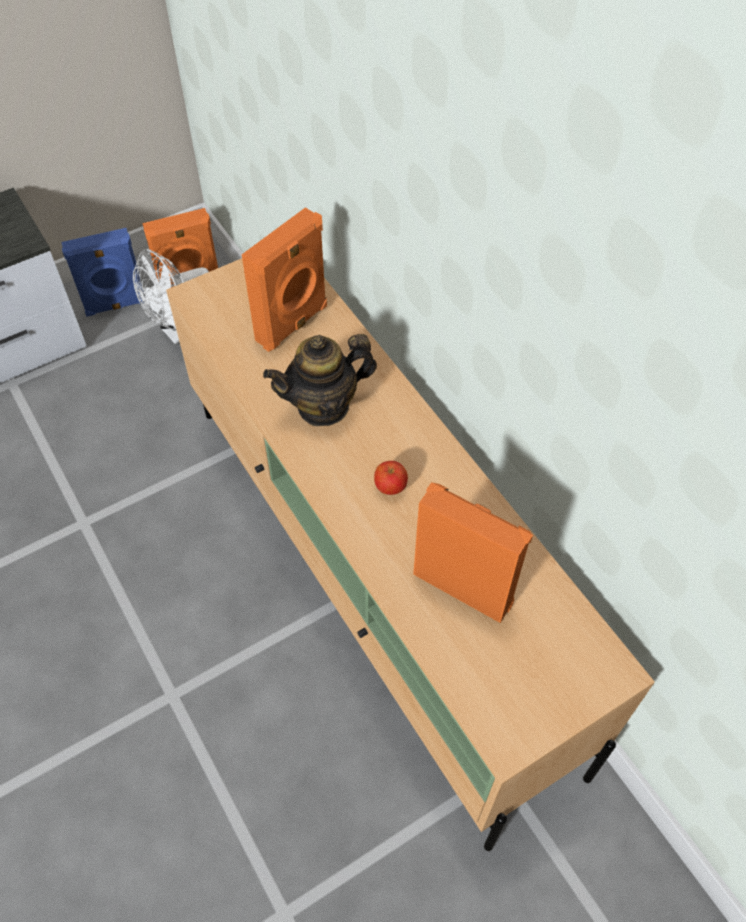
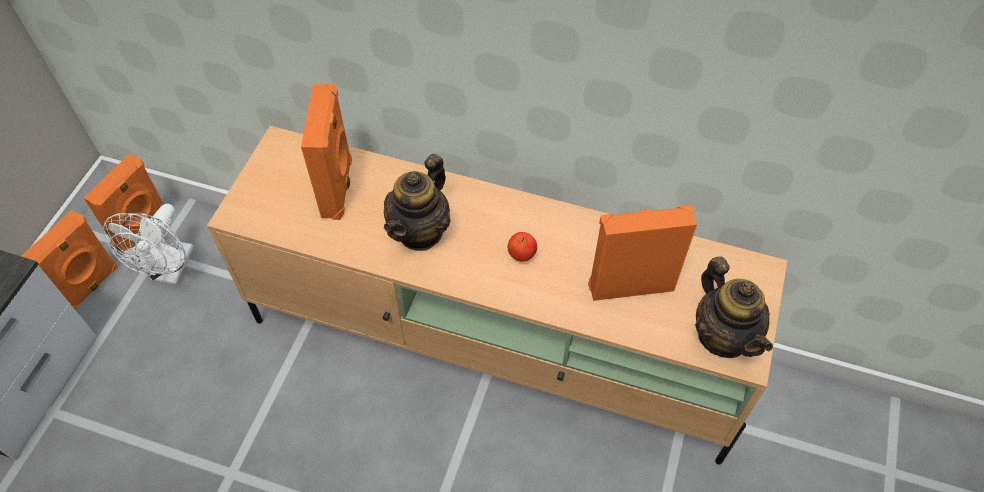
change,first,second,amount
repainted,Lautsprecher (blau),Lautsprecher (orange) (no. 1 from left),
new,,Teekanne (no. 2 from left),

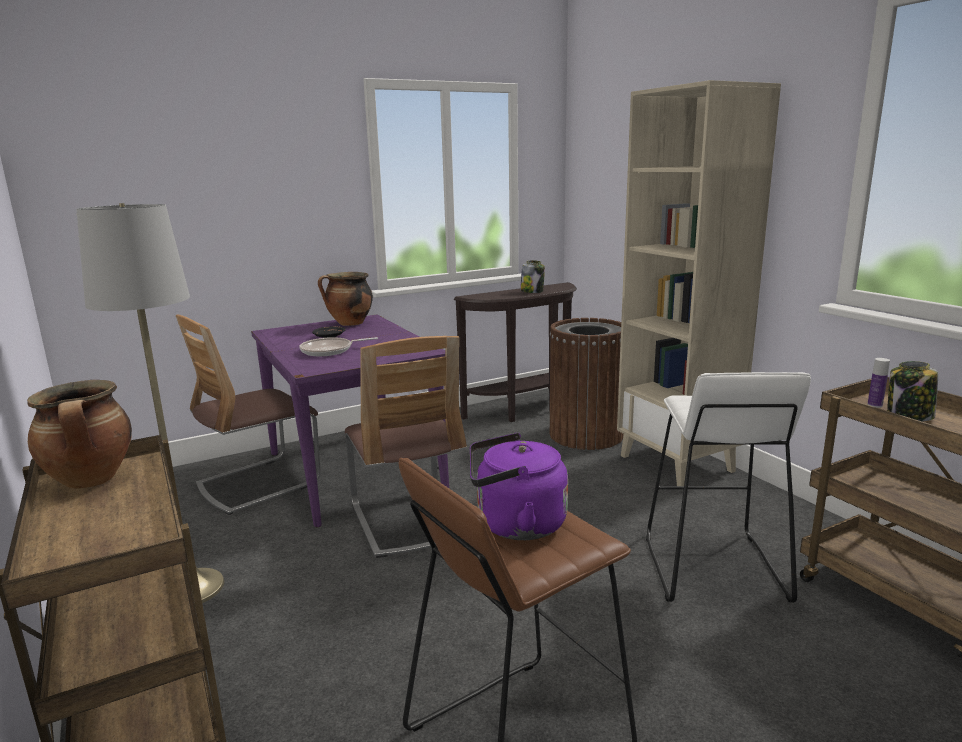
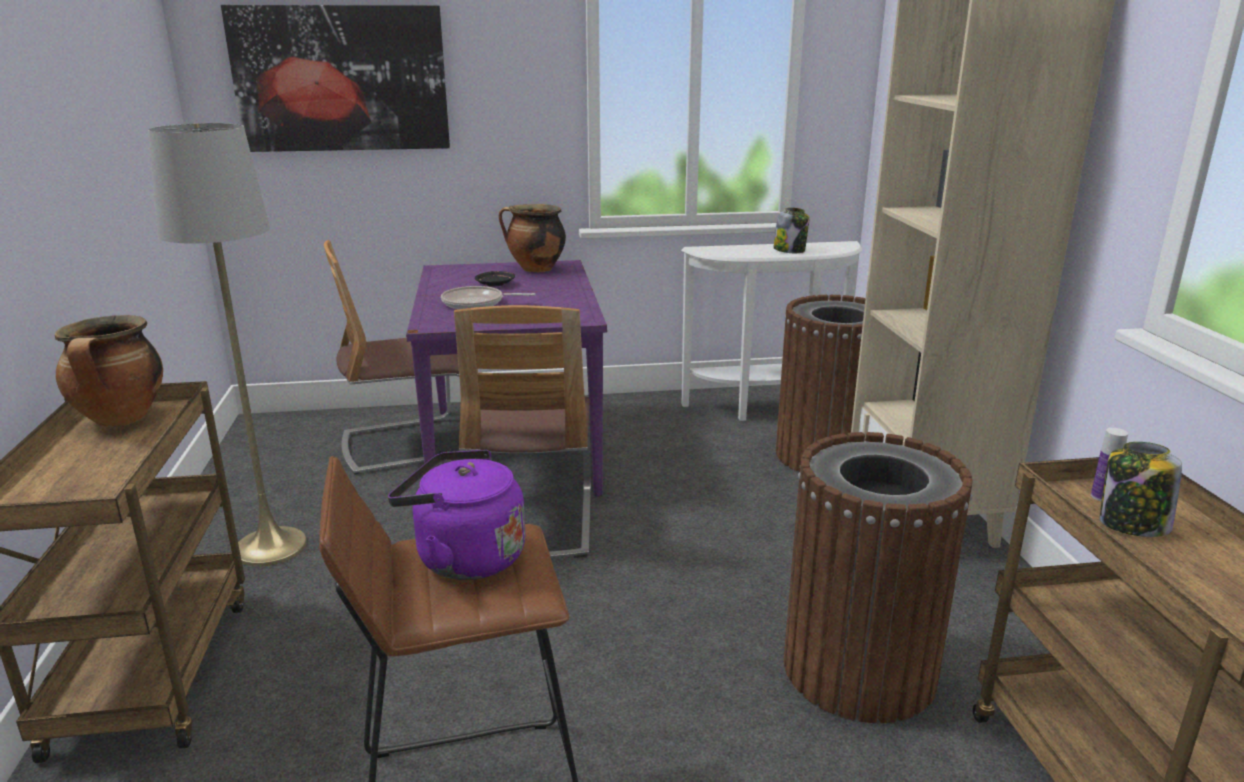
change,first,second,amount
repainted,Konsolentisch (braun),Konsolentisch (weiß),
swapped,Hocker (weiß),Mülleimer (braun) (no. 2 from left),
new,,Bild,

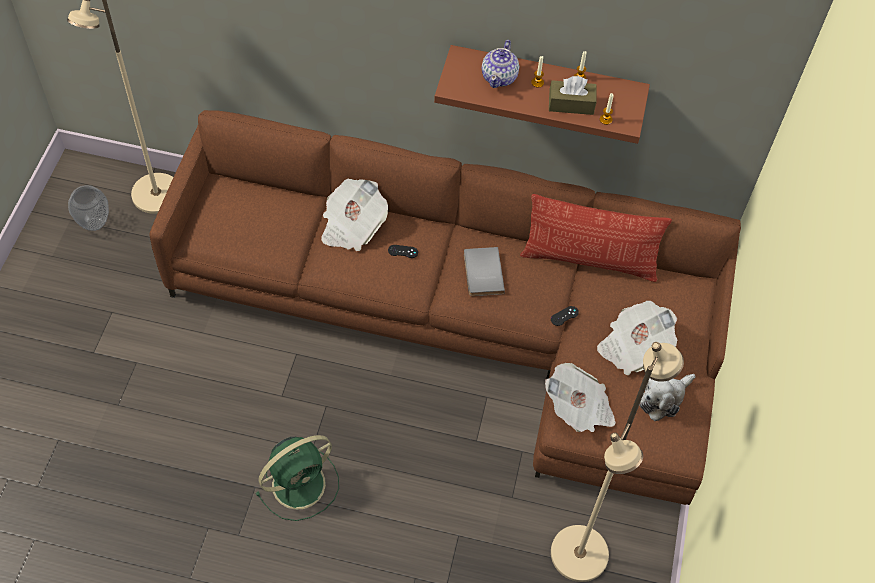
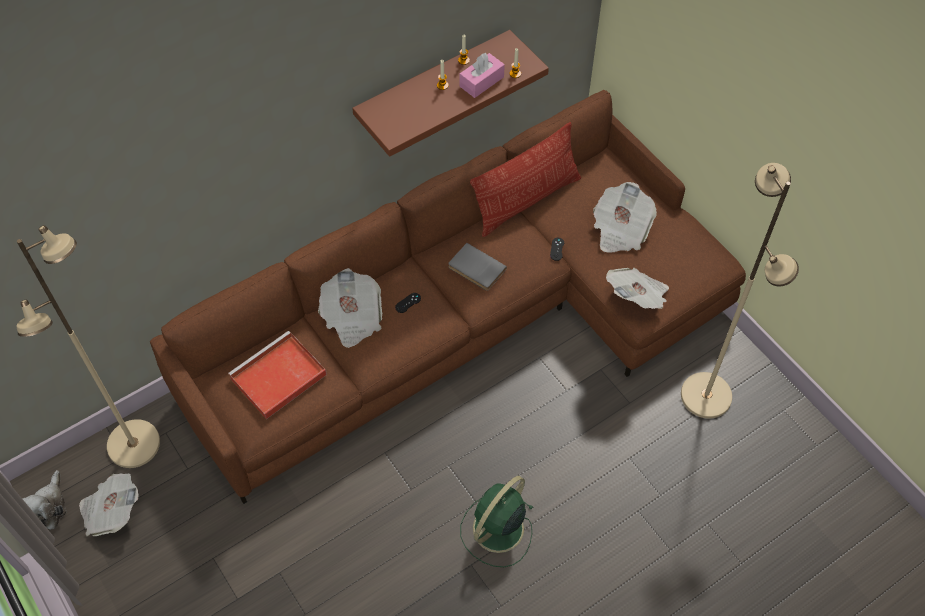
change,first,second,amount
swapped,Vase,Zeitung (no. 1 from left),
rotated,Ventilator (grün),,150 degrees counterclockwise
gone,Teekanne,,
repainted,Taschentuchbox (braun),Taschentuchbox (rosa),
shifted,Plüschtier,,
new,,Tablett (rot),

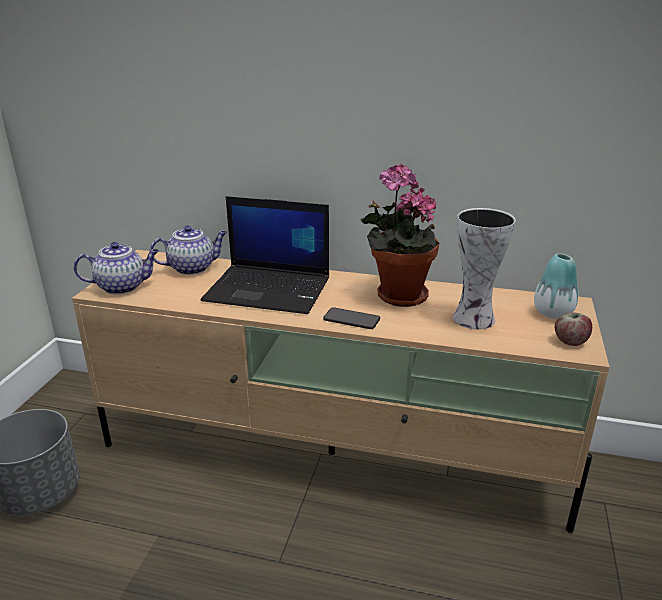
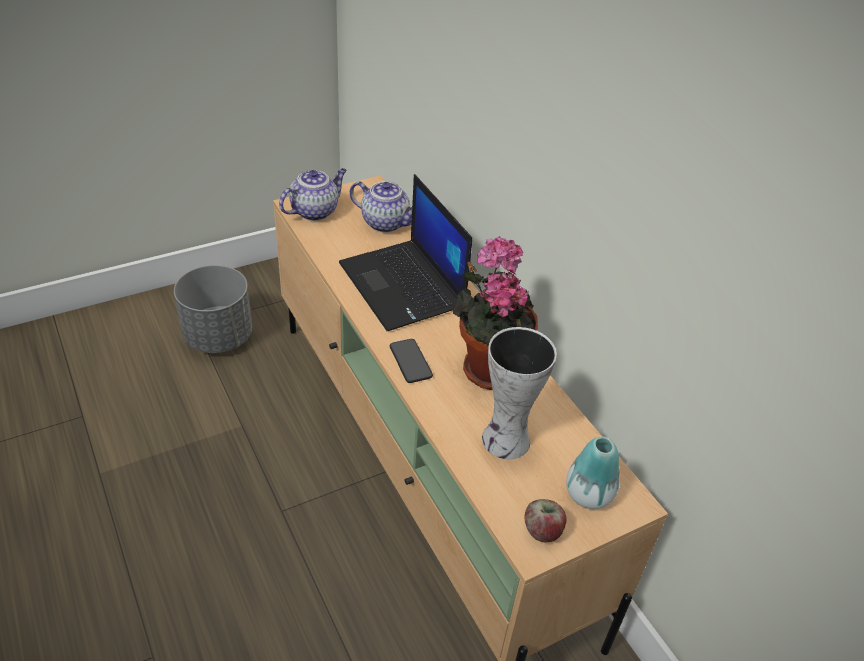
change,first,second,amount
rotated,Teekanne (no. 1 from left),,75 degrees counterclockwise

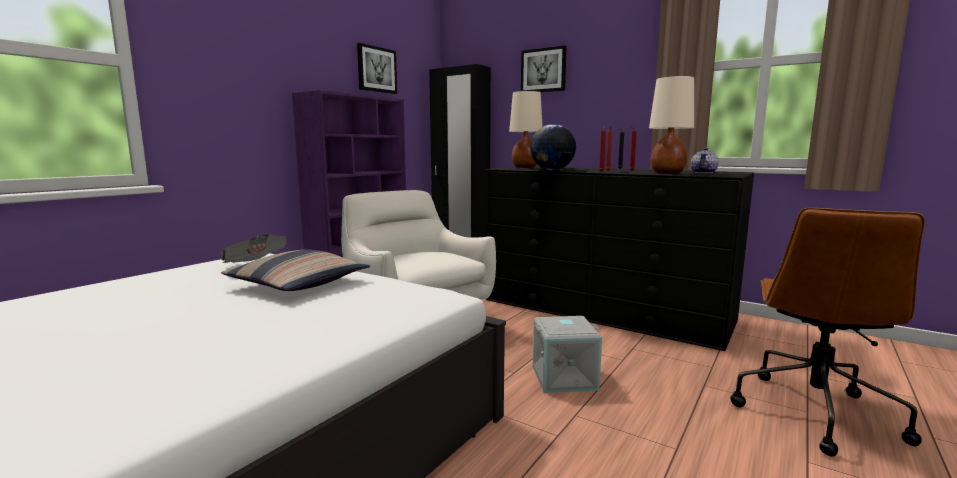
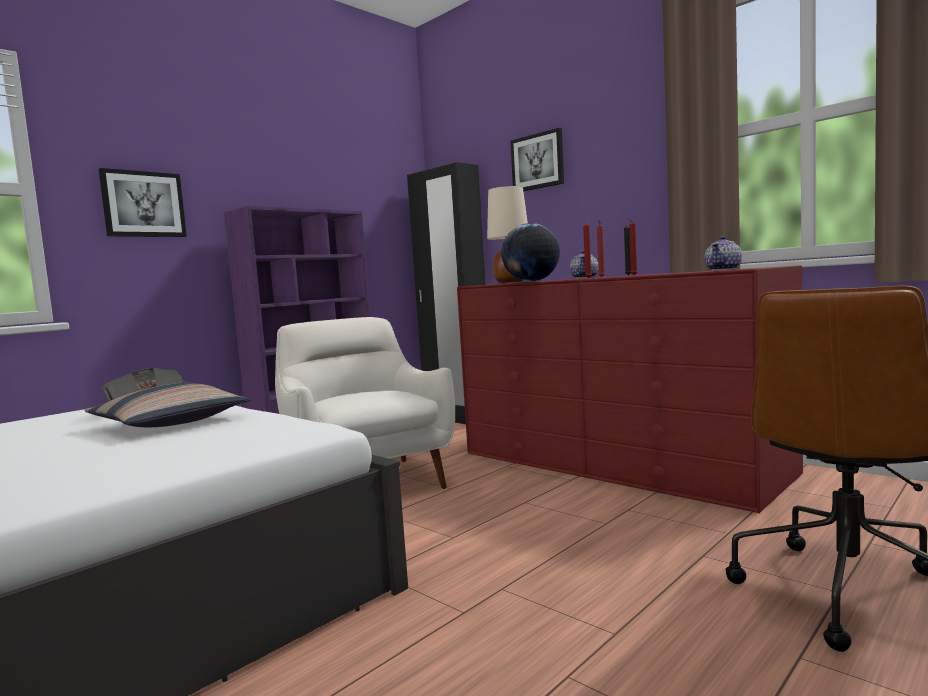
change,first,second,amount
shifted,Bild (no. 1 from left),,
repainted,Kommode (schwarz),Kommode (rot),
gone,Aufbewahrungsbox (grau),,
gone,Tischlampe (beige) (no. 2 from left),,
new,,Teekanne (no. 1 from left),

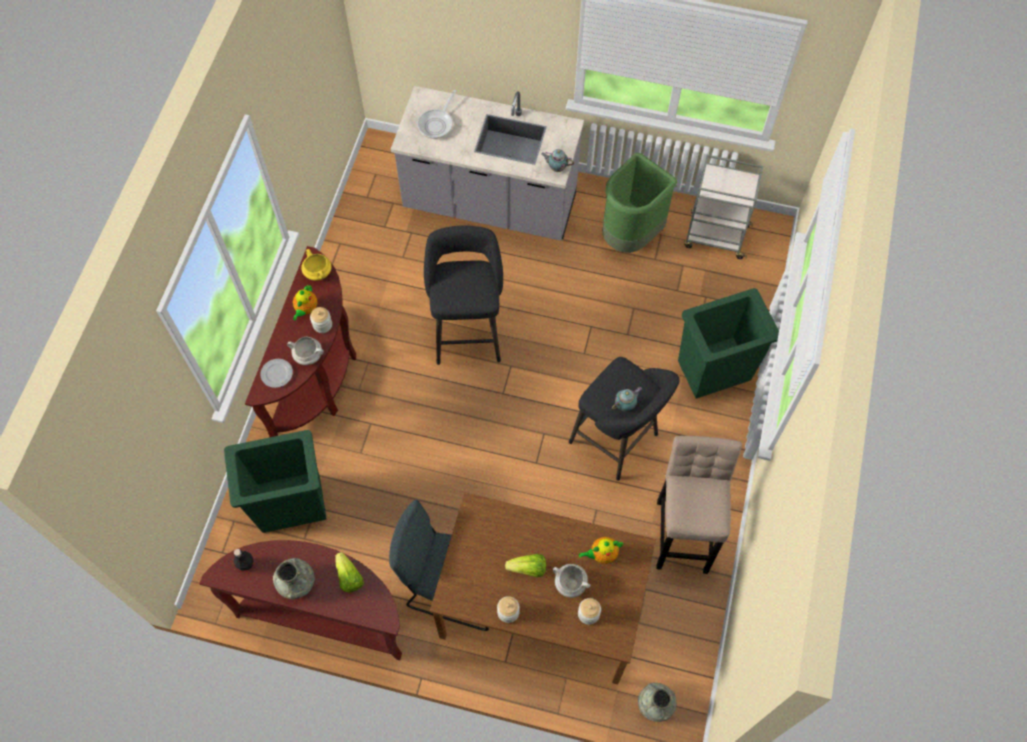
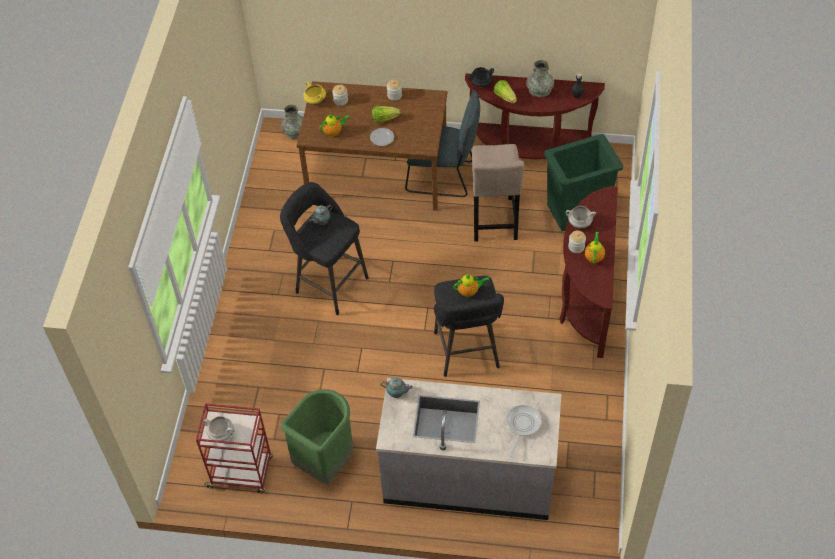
change,first,second,amount
shifted,Teller,,
shifted,Kochtopf (gelb),,
shifted,Kochtopf (weiß) (no. 2 from left in the first image),Kochtopf (weiß) (no. 1 from left),
shifted,Hocker (beige),,
gone,Mülleimer (grün) (no. 3 from left),,
repainted,Rollwagen (grau),Rollwagen (rot),
new,,Teekanne (no. 4 from left),
new,,Kochtopf (schwarz),

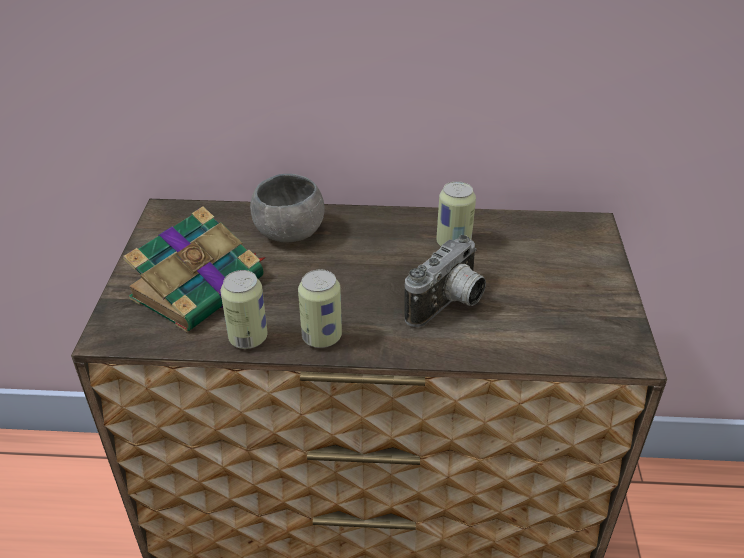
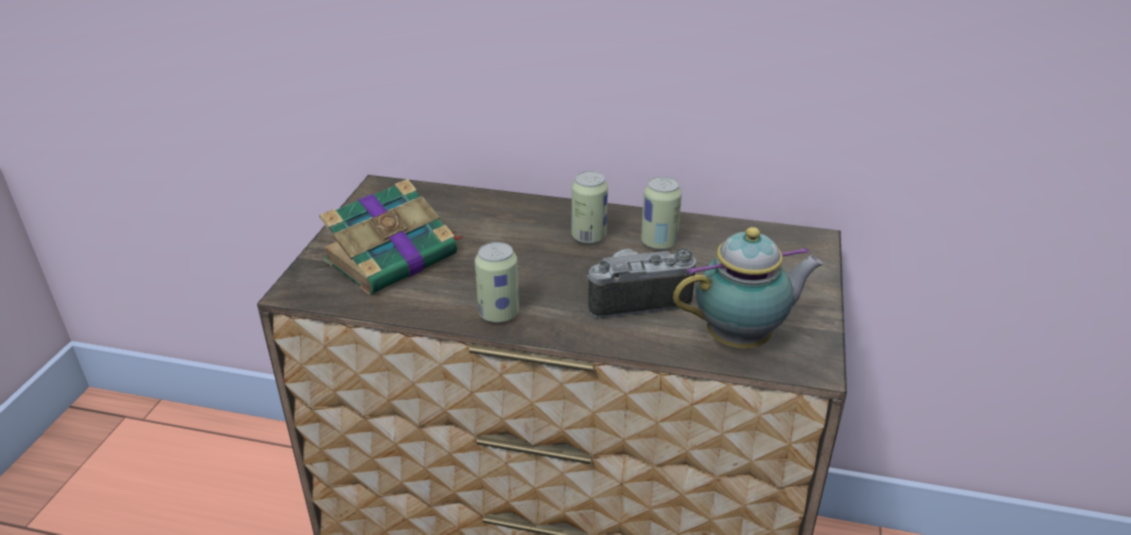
change,first,second,amount
shifted,Dose (no. 1 from left in the first image),Dose (no. 2 from left),
gone,Schüssel (grau),,
rotated,Kamera,,150 degrees counterclockwise
new,,Teekanne,

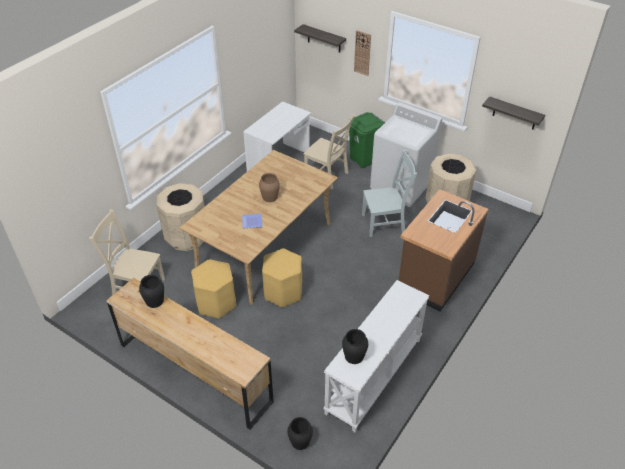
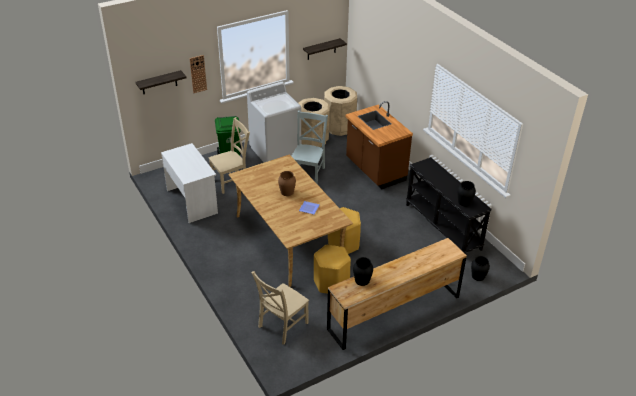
change,first,second,amount
shifted,Mülleimer (beige) (no. 1 from left in the first image),Mülleimer (beige) (no. 2 from left),
repainted,Konsolentisch (weiß),Konsolentisch (schwarz),

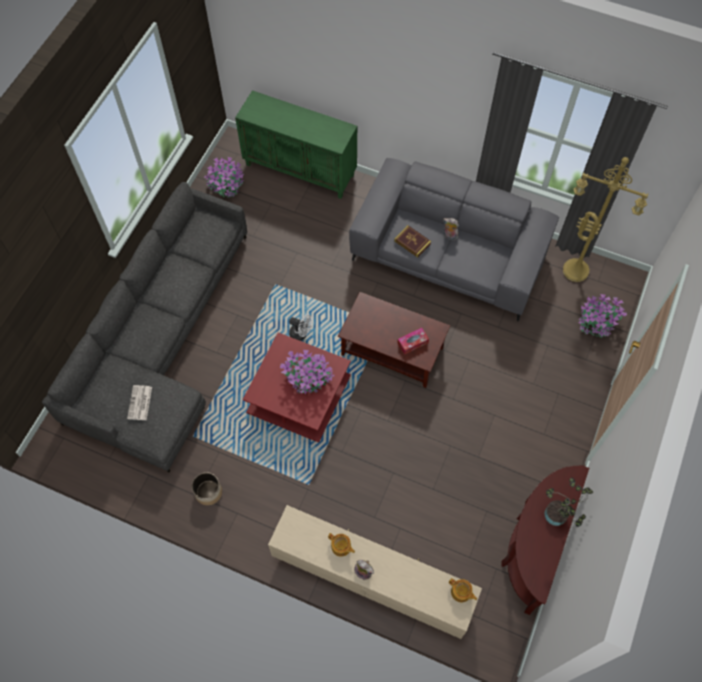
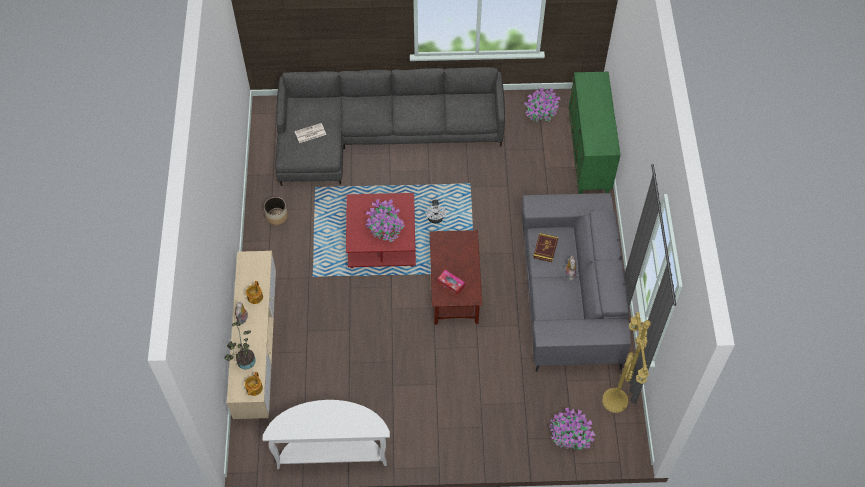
change,first,second,amount
repainted,Konsolentisch (braun),Konsolentisch (weiß),
shifted,Topfpflanze (no. 3 from left in the first image),Topfpflanze (no. 1 from left),

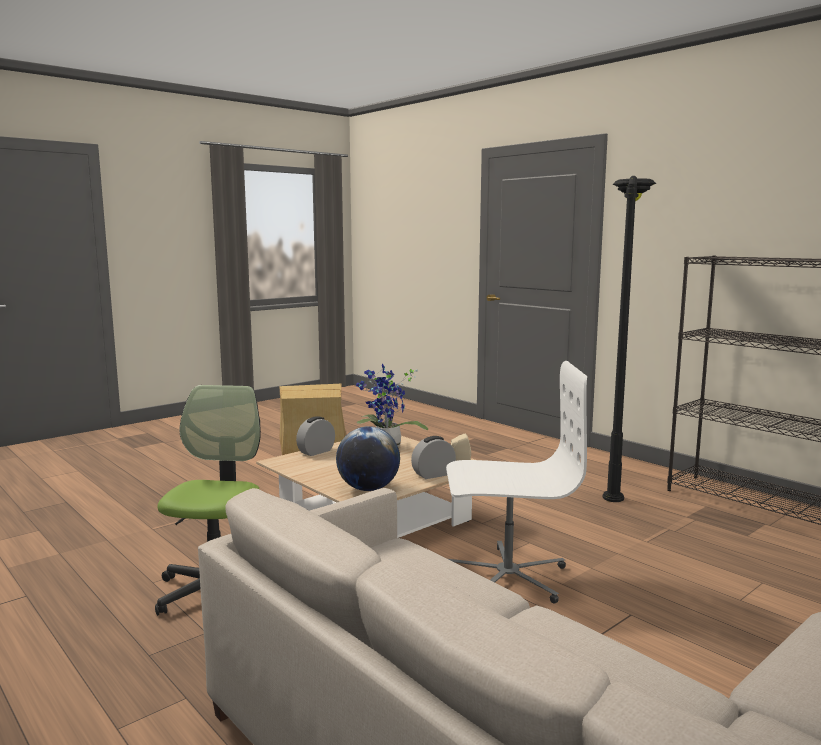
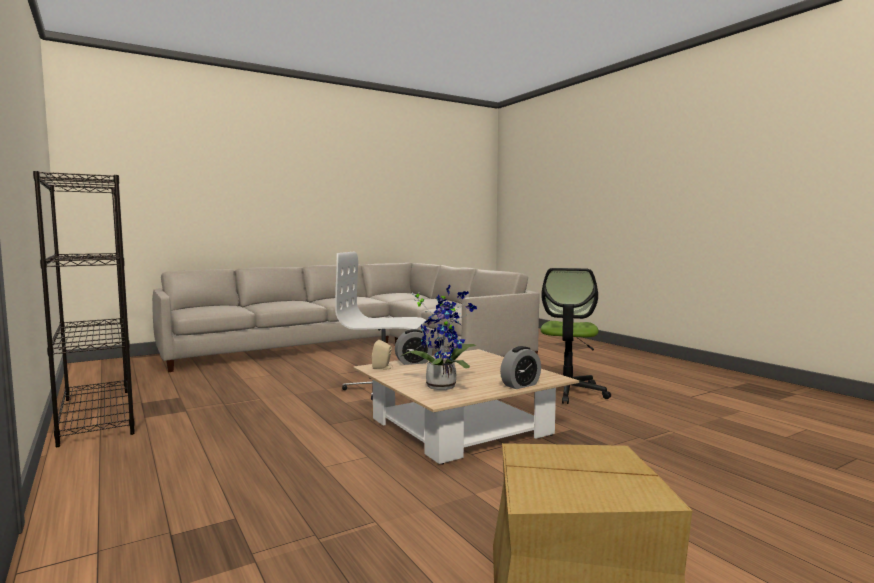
change,first,second,amount
gone,Globus,,
gone,Stehlampe (schwarz),,

